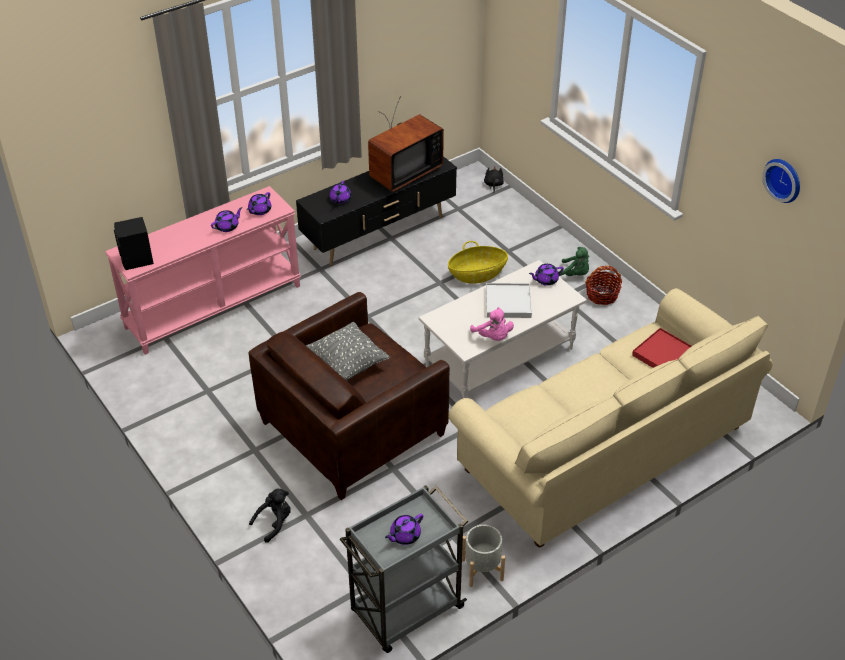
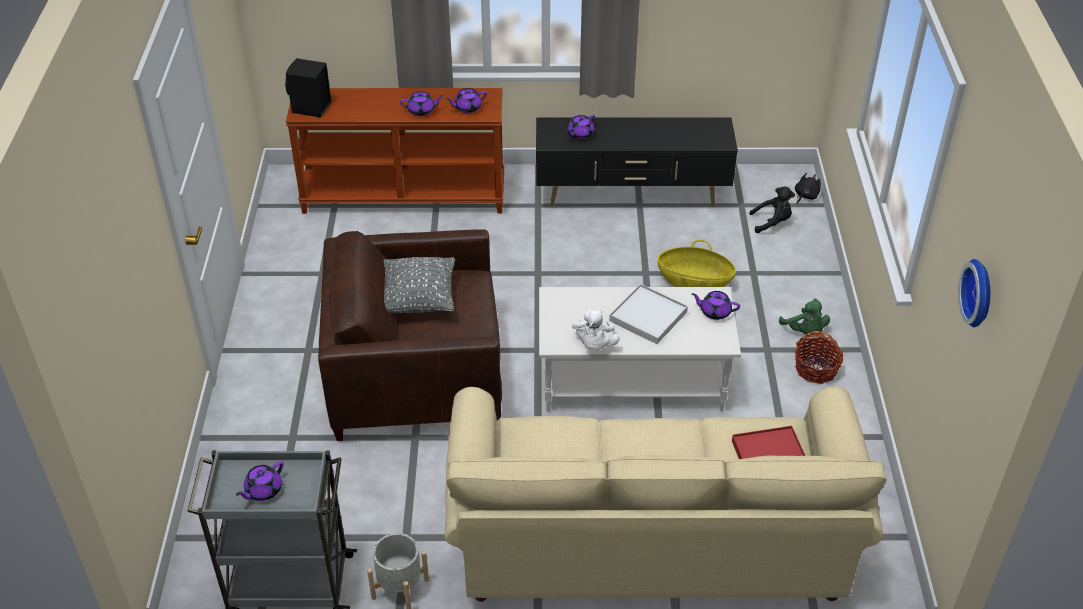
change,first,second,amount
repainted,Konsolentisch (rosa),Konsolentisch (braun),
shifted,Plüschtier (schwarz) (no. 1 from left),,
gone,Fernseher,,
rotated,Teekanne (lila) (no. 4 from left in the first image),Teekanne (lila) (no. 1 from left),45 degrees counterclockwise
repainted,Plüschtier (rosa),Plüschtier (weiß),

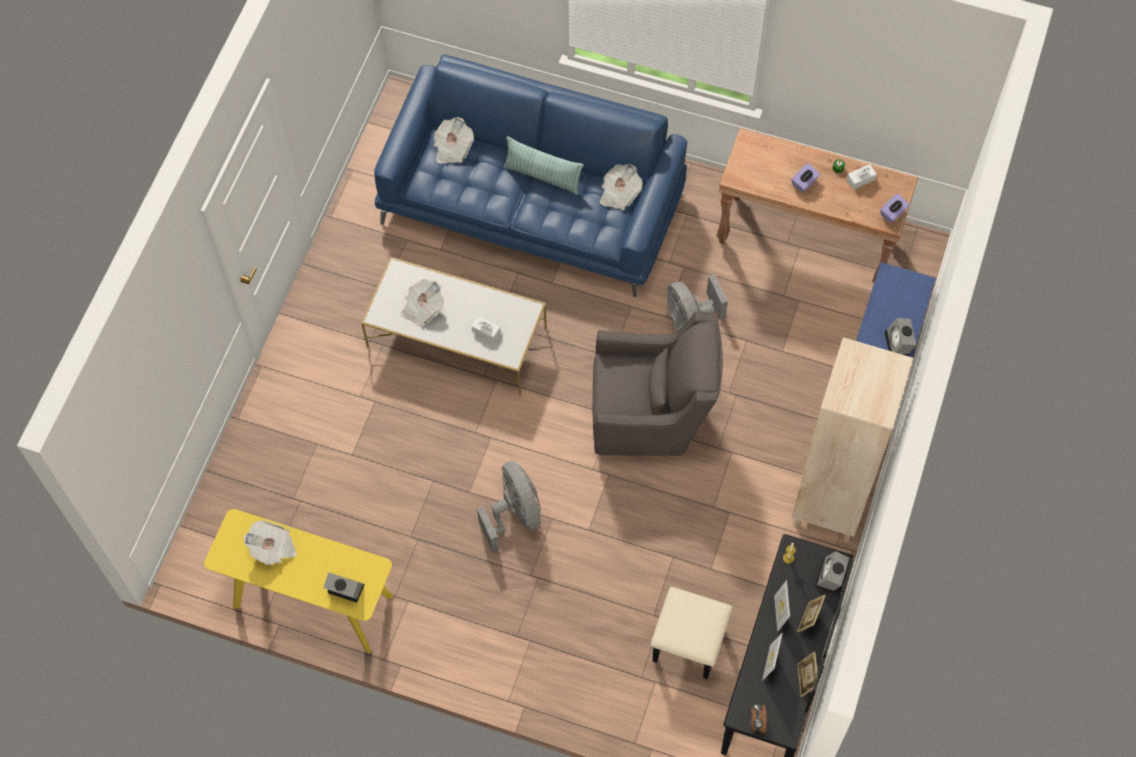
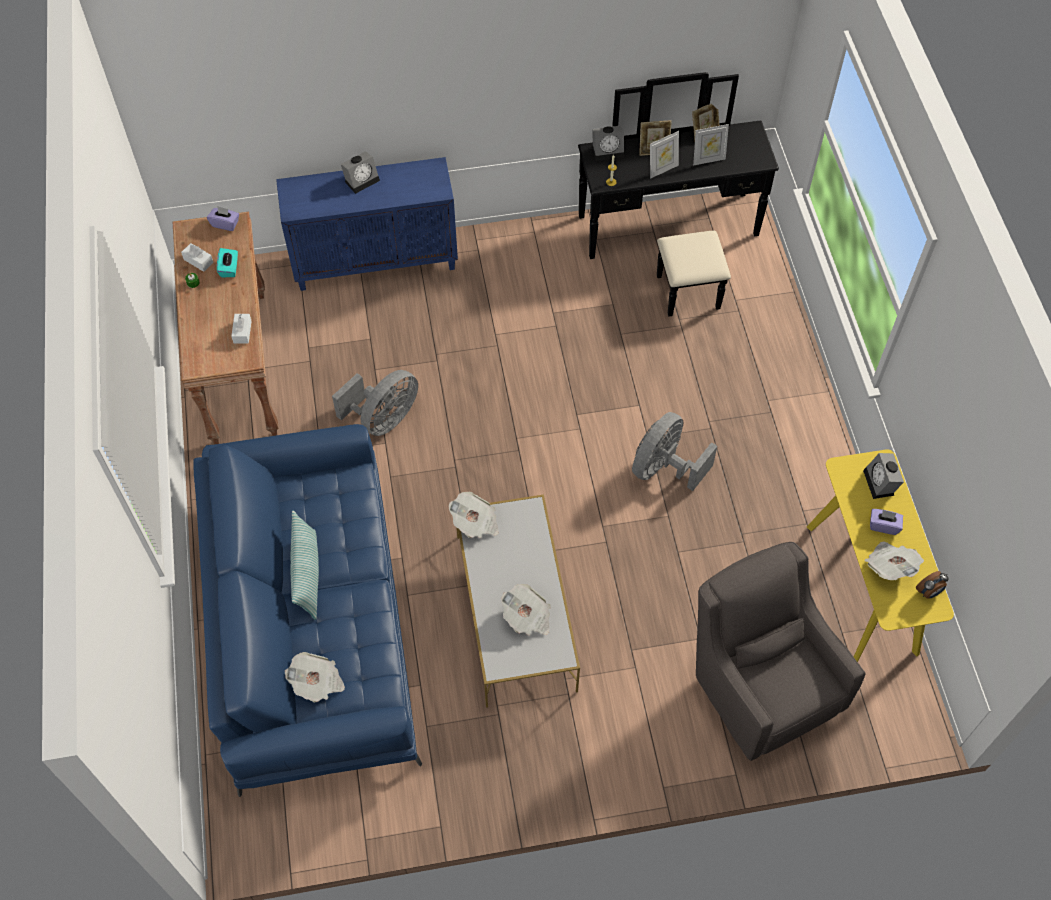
change,first,second,amount
shifted,Taschentuchbox (weiß) (no. 1 from left in the first image),Taschentuchbox (weiß) (no. 2 from left),
shifted,Sessel (grau),,
shifted,Zeitung (no. 4 from left in the first image),Zeitung (no. 2 from left),
shifted,Wecker (no. 2 from left in the first image),Wecker (no. 4 from left),
shifted,Taschentuchbox (lila) (no. 1 from left in the first image),Taschentuchbox (lila) (no. 2 from left),
gone,Bücherregal (beige),,
new,,Taschentuchbox (türkis),

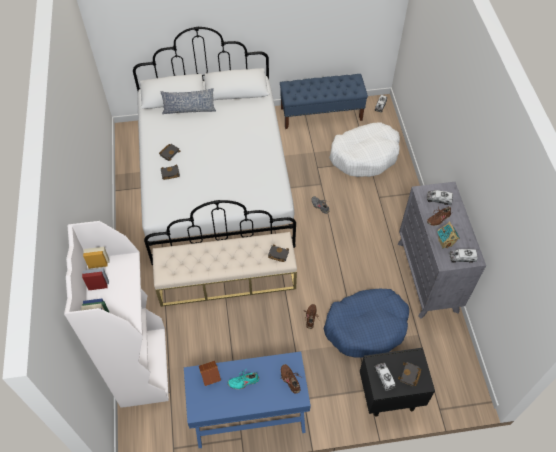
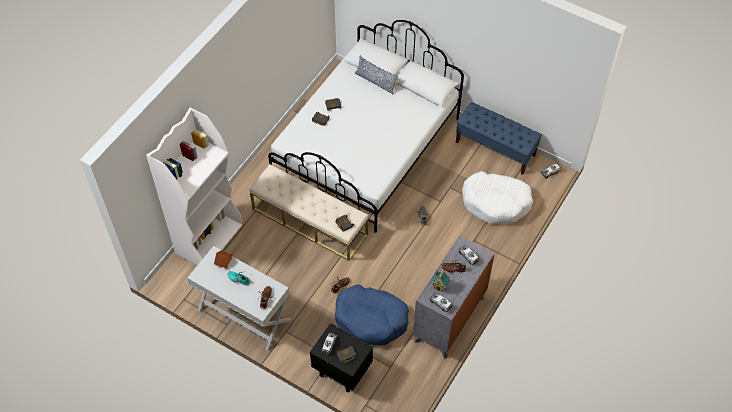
change,first,second,amount
repainted,Konsolentisch (blau),Konsolentisch (weiß),

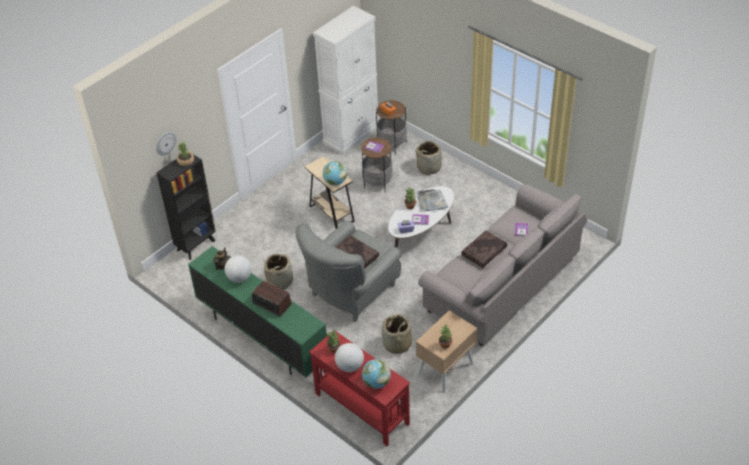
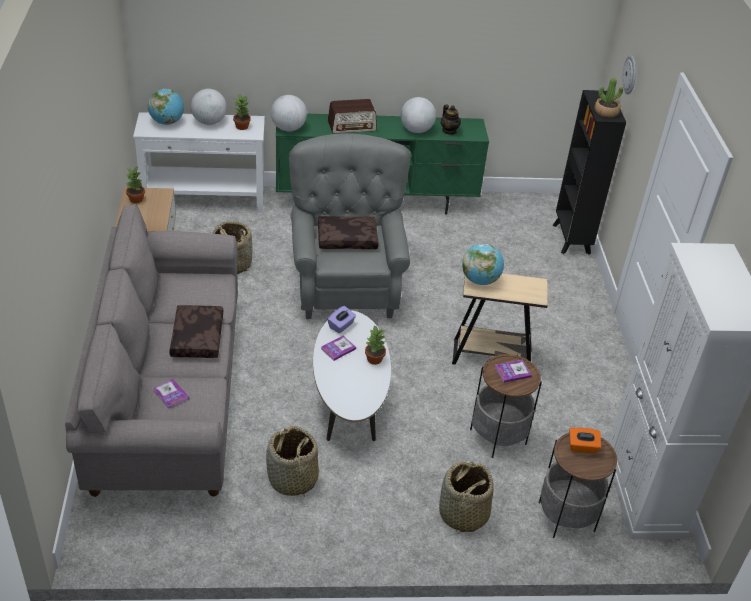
change,first,second,amount
shifted,Korb (no. 1 from left in the first image),Korb (no. 2 from left),
repainted,Konsolentisch (rot),Konsolentisch (weiß),
gone,Tablett (grau),,
new,,Globus (no. 3 from left),

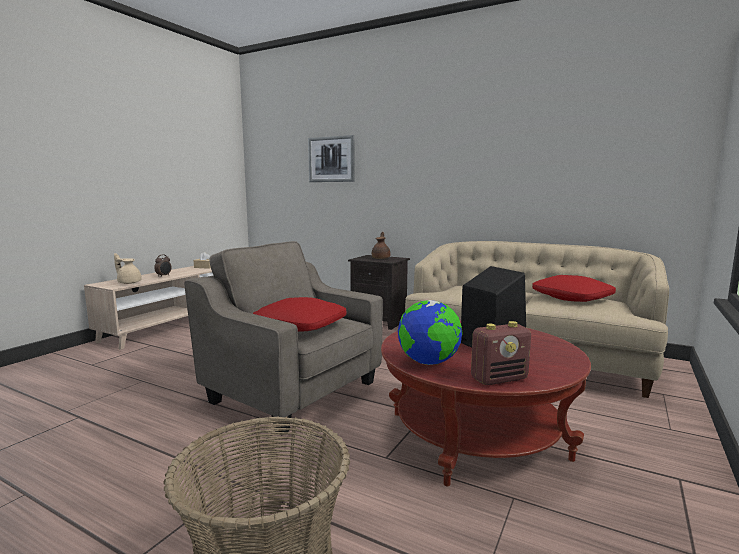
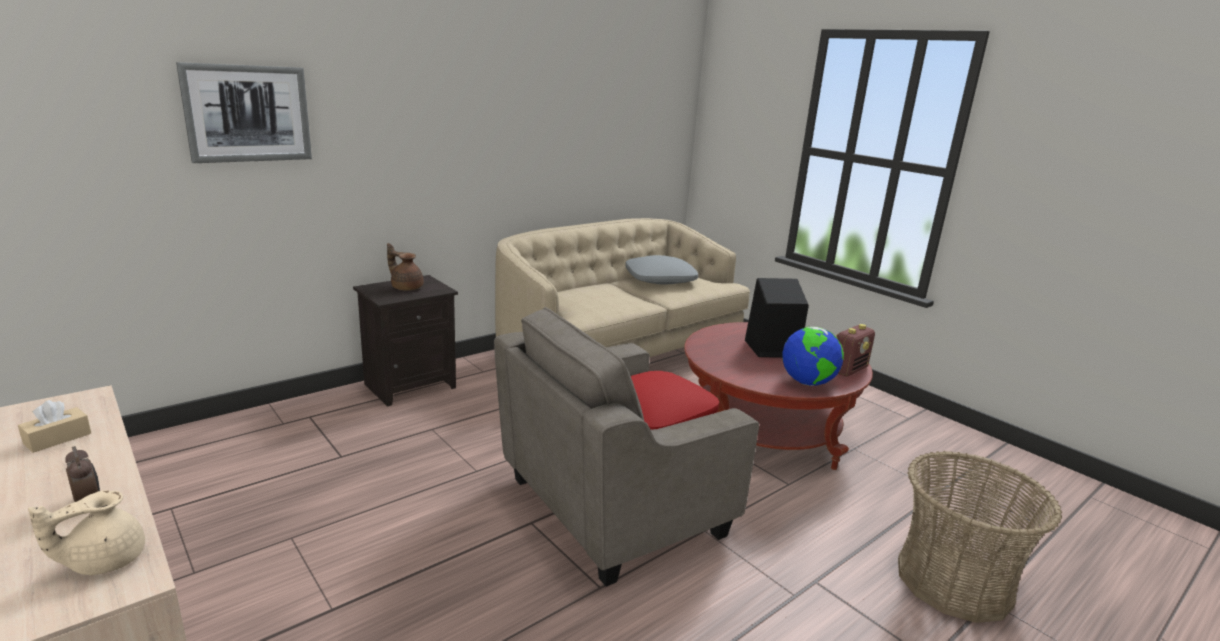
change,first,second,amount
rotated,Radio,,45 degrees clockwise
repainted,Kissen (rot) (no. 2 from left),Kissen (grau),

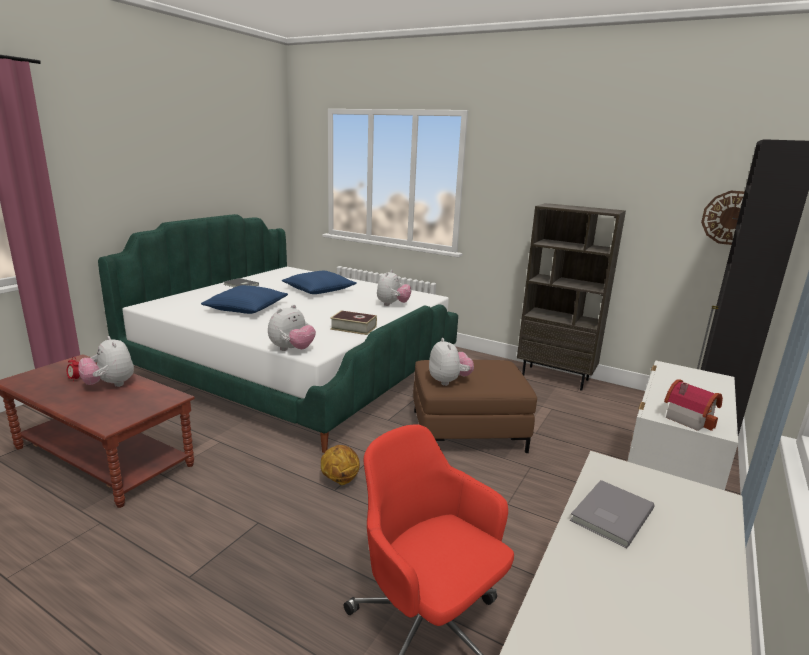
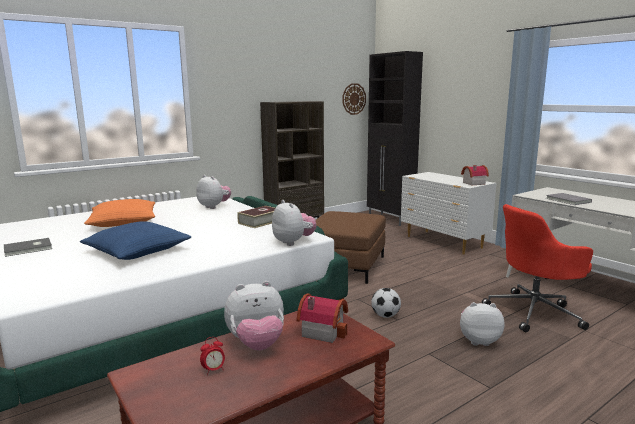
change,first,second,amount
repainted,Kissen (blau) (no. 2 from left),Kissen (orange),
swapped,Basketball,Fußball,
shifted,Plüschtier (no. 4 from left),,
new,,Spielzeughaus (no. 1 from left),

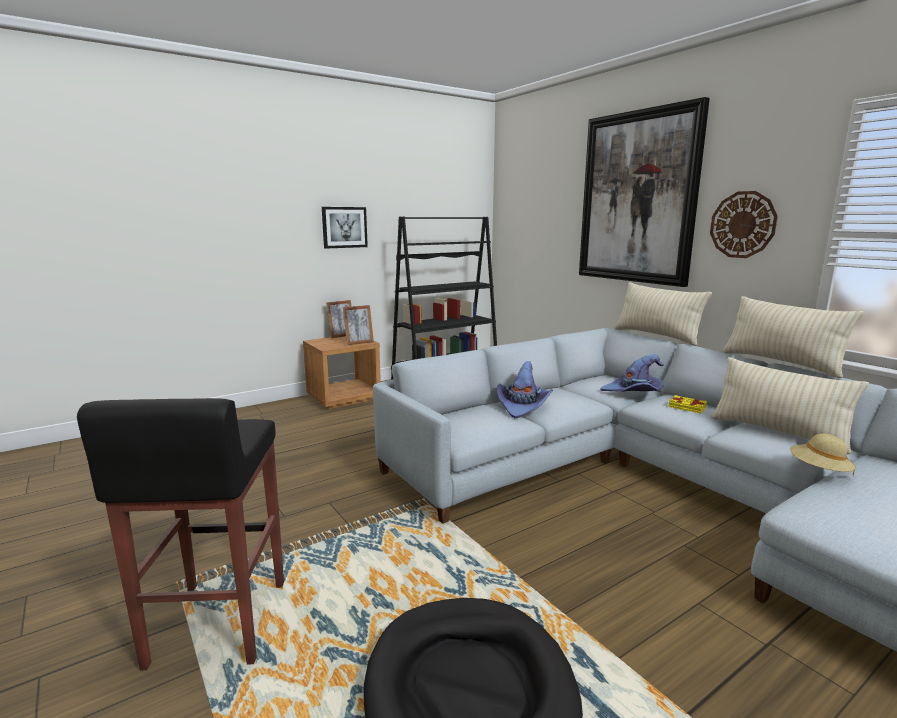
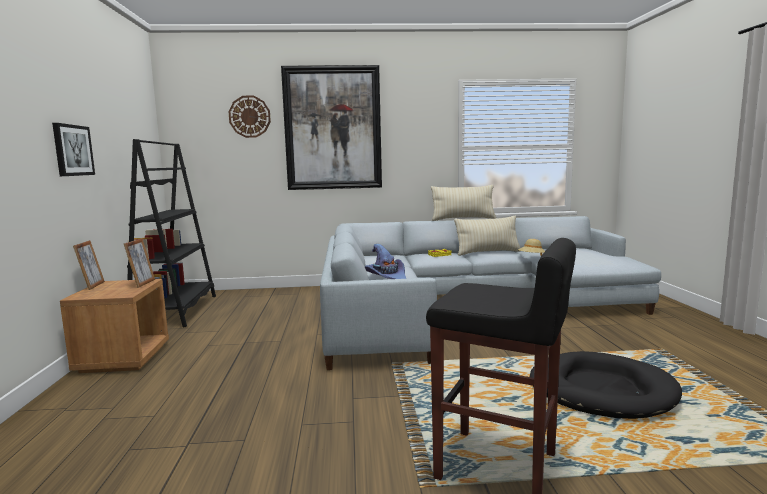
change,first,second,amount
gone,Hut (lila) (no. 2 from left),,
gone,Kissen (beige) (no. 1 from left),,
shifted,Wanduhr,,

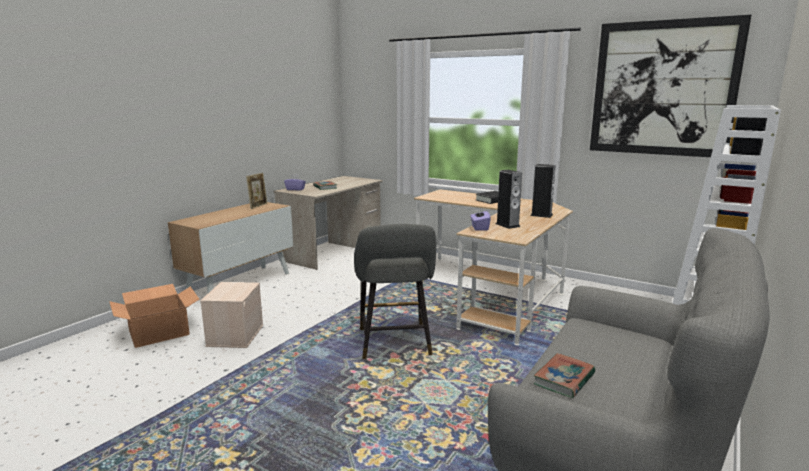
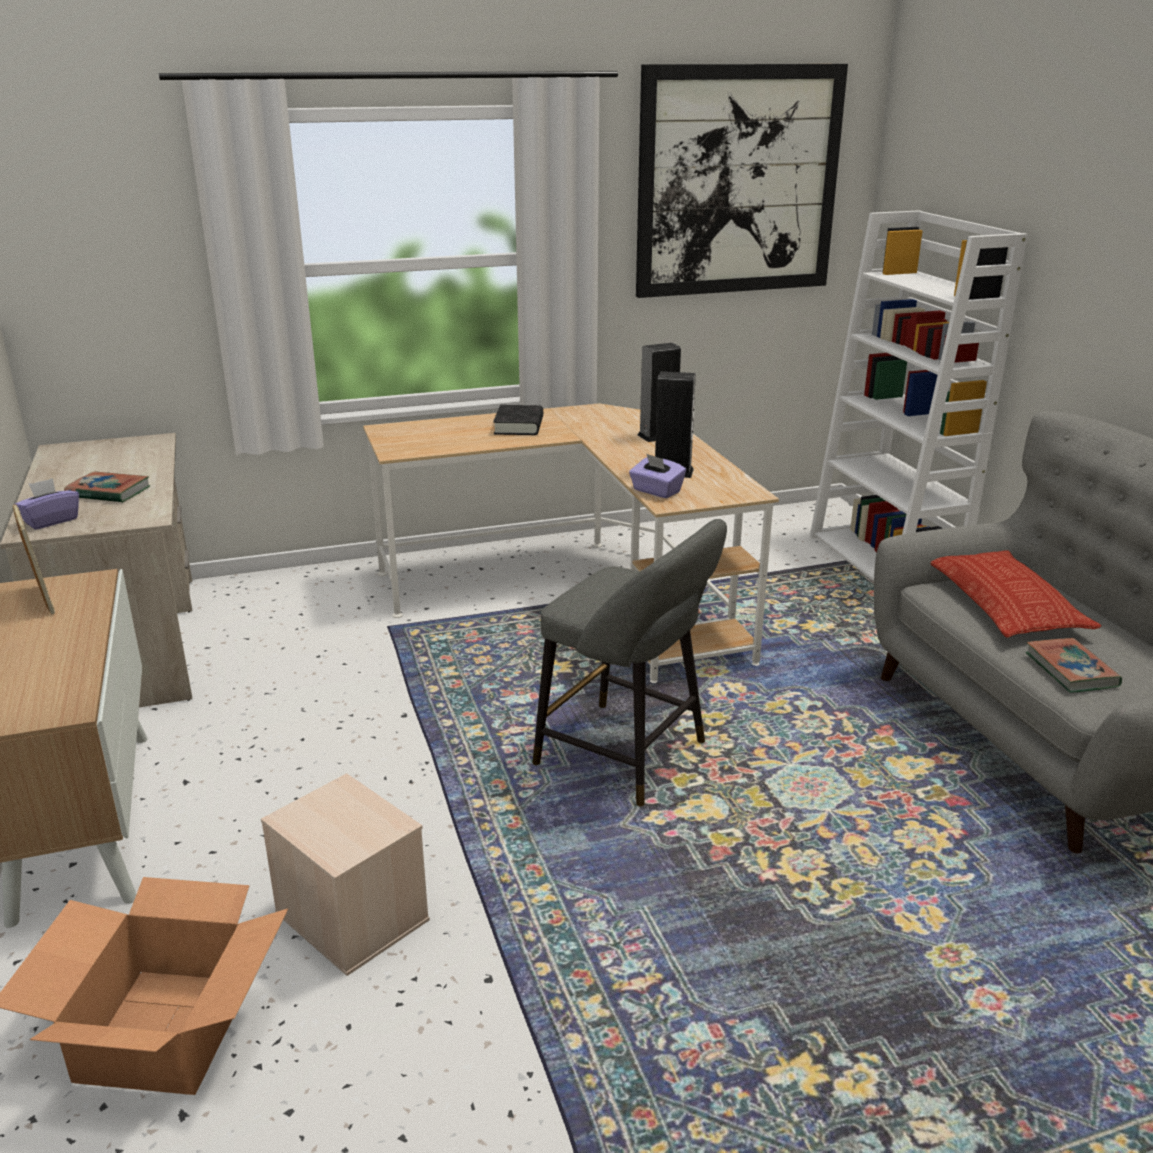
change,first,second,amount
new,,Kissen,

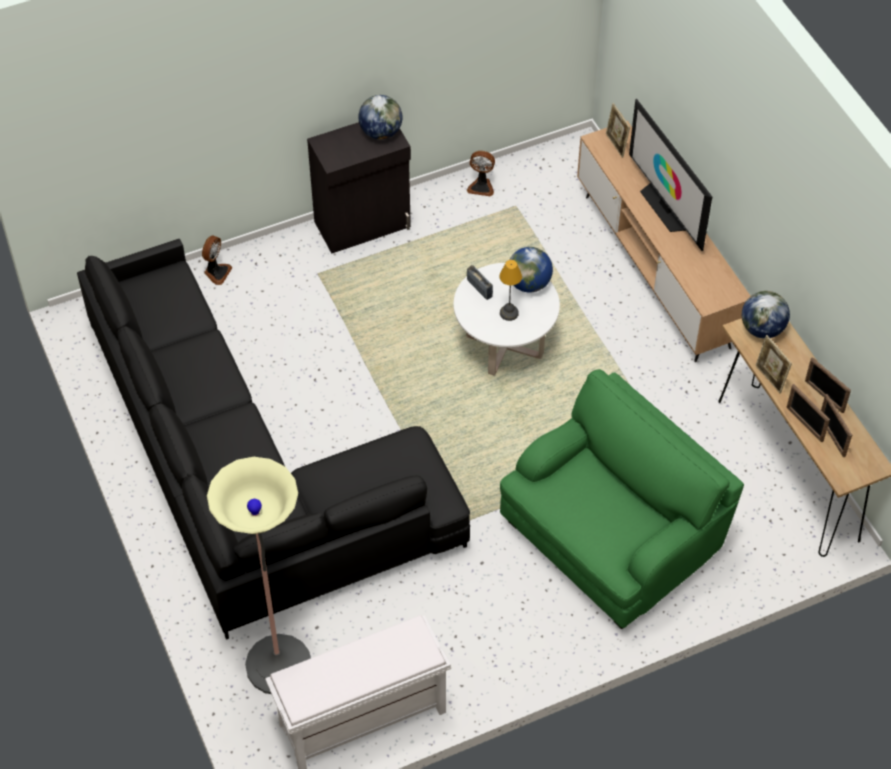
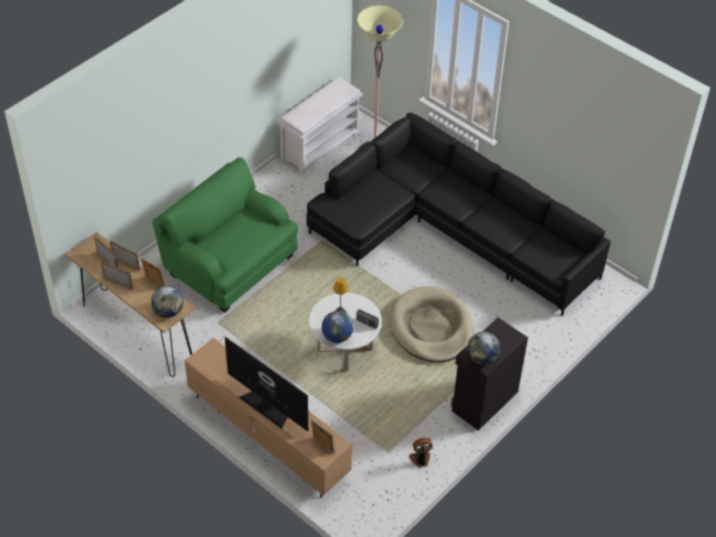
change,first,second,amount
gone,Ventilator (no. 1 from left),,
rotated,Sessel (grün),,105 degrees clockwise
new,,Hundebett (beige),

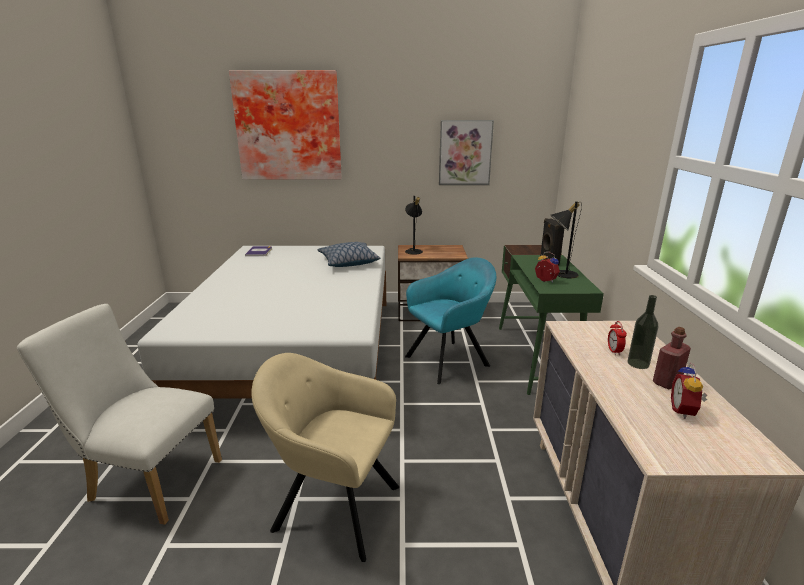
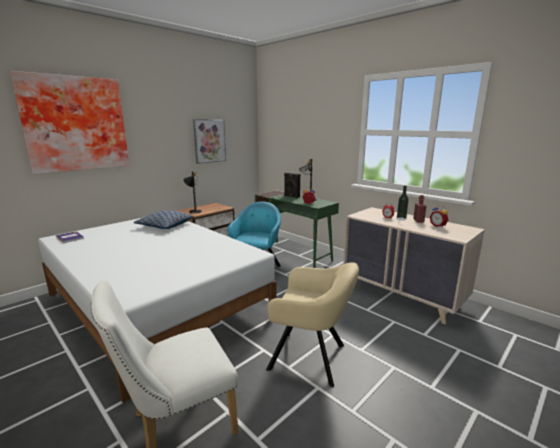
change,first,second,amount
rotated,Sessel (beige),,135 degrees counterclockwise

